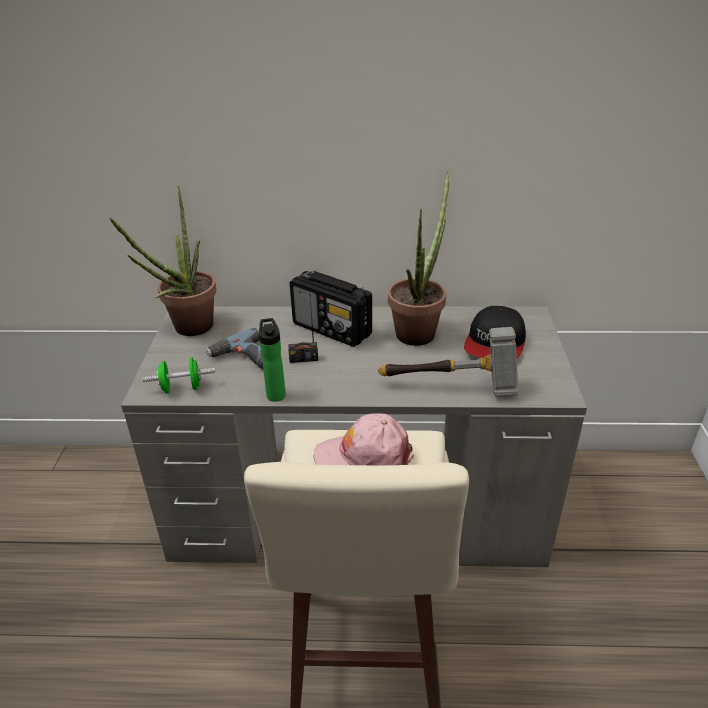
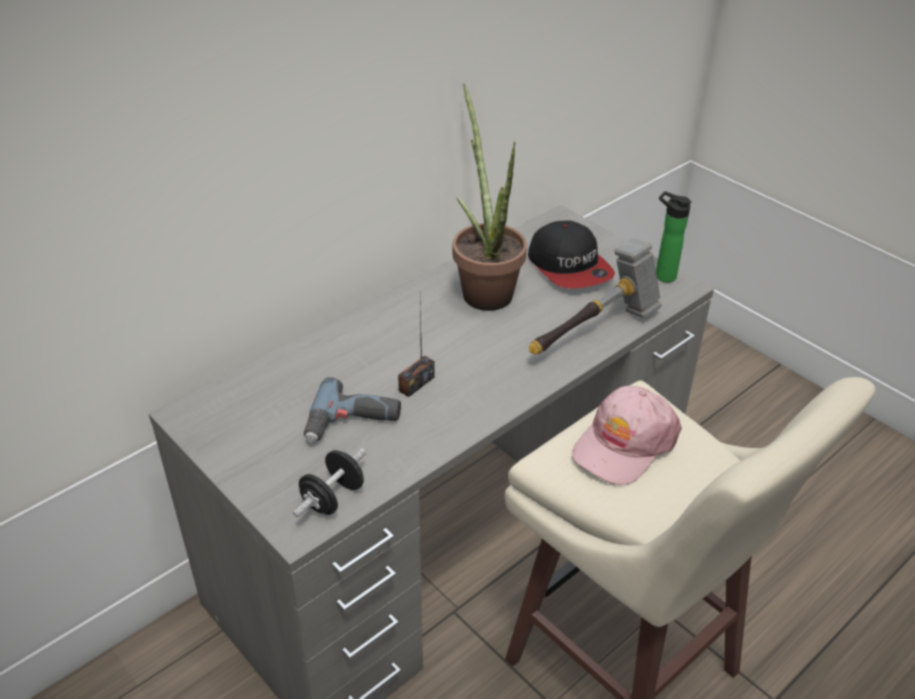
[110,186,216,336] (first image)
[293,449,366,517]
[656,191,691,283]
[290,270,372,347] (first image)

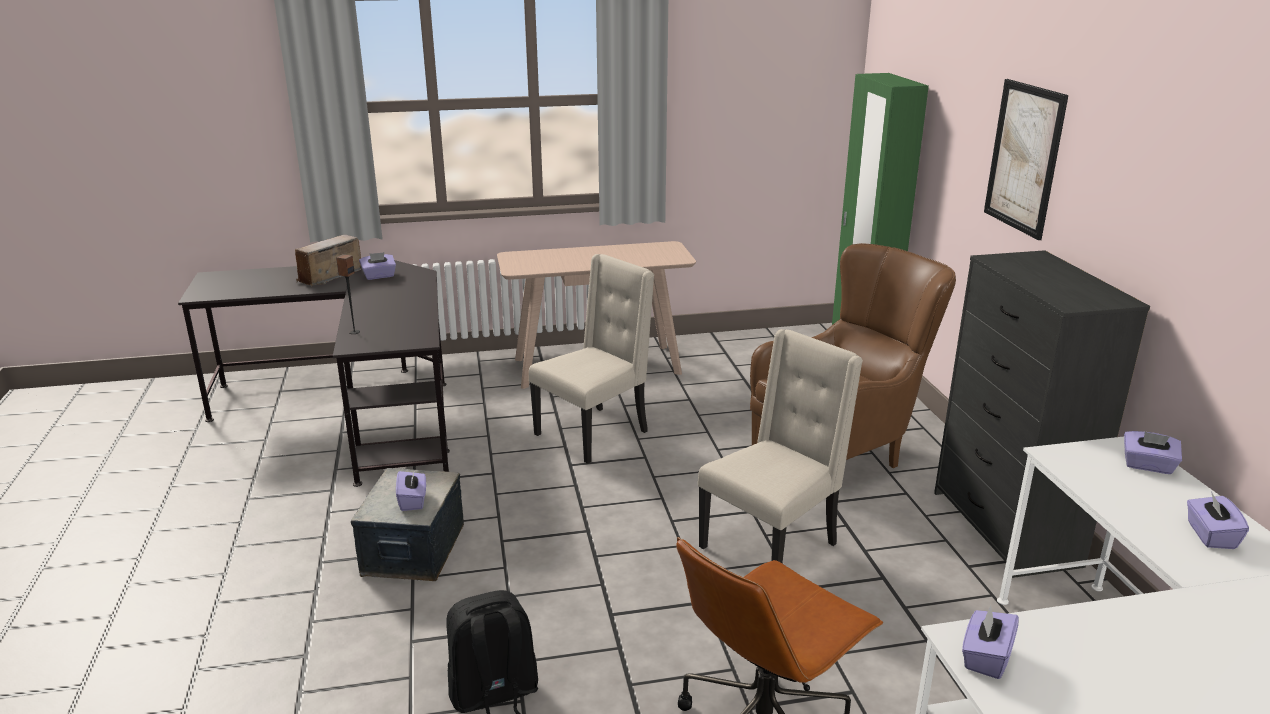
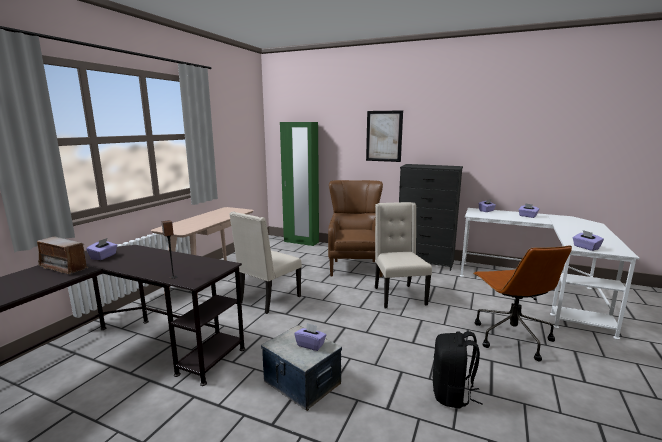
[37,236,88,275]
[229,211,302,314]

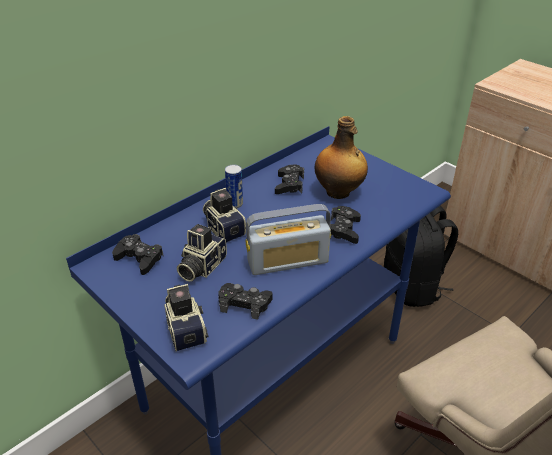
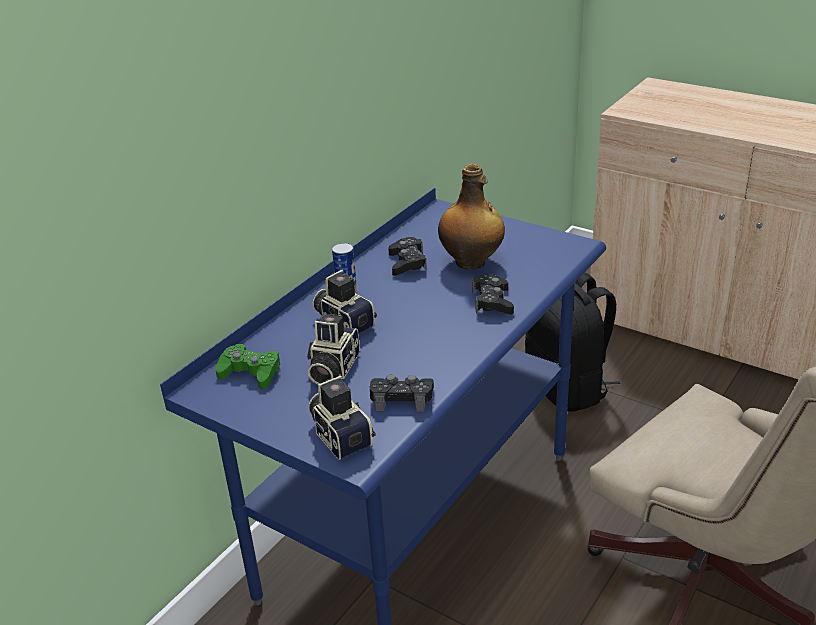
[215,344,280,389]
[246,204,331,275] (first image)

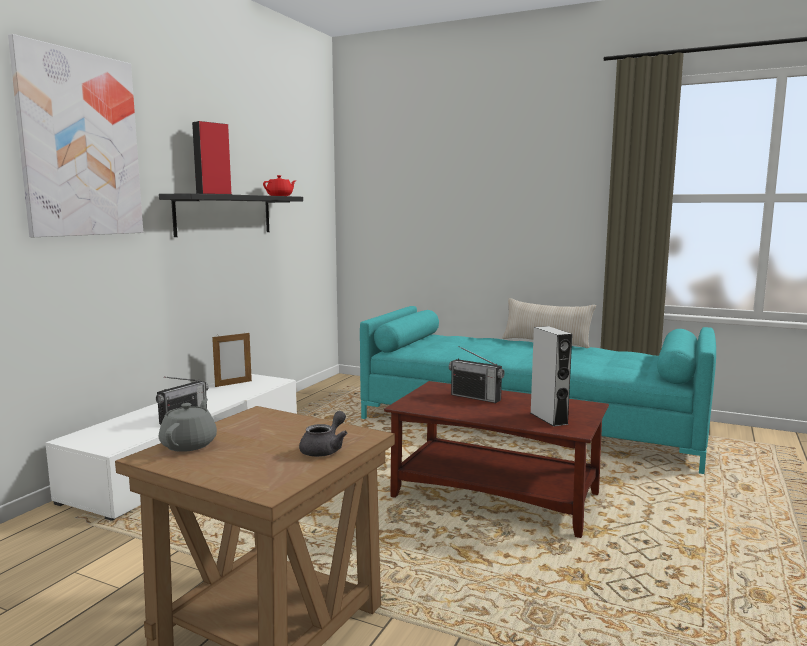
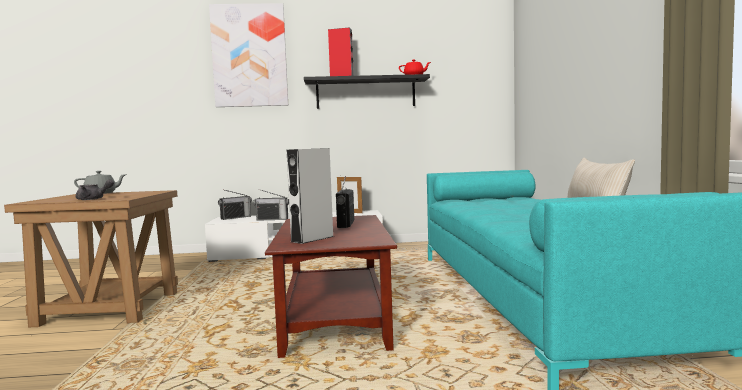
[218,190,252,220]

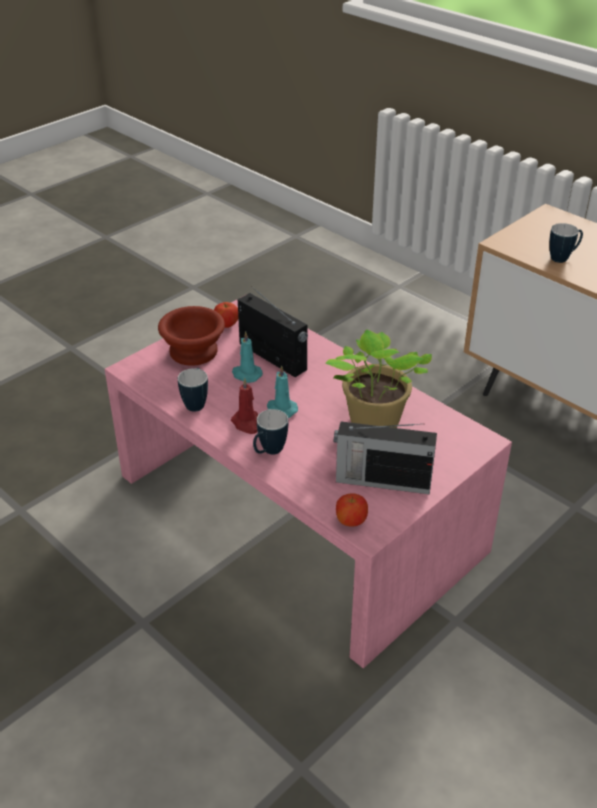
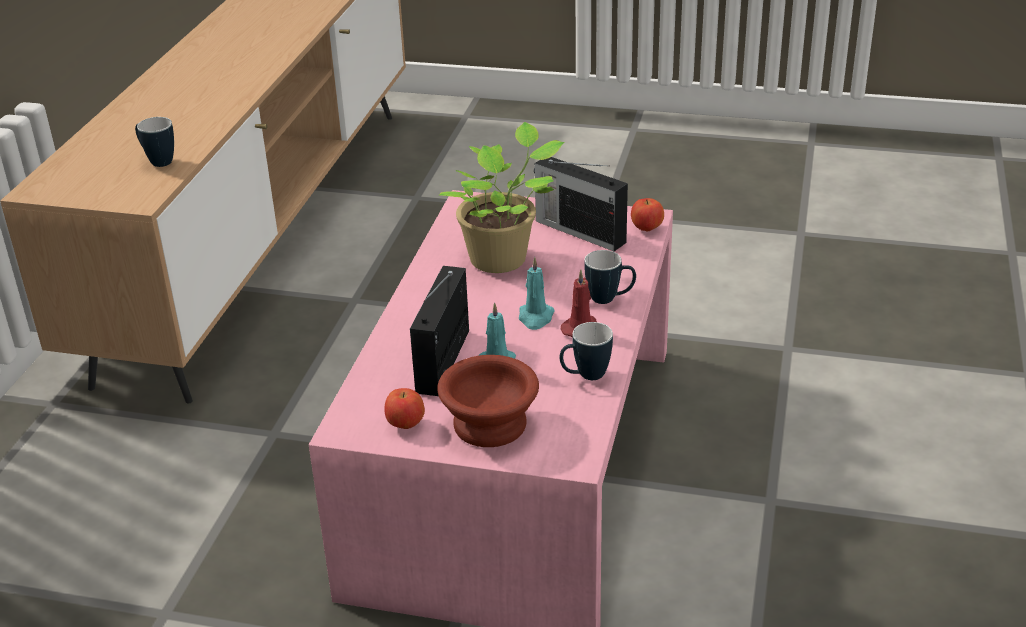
[534,157,628,251]

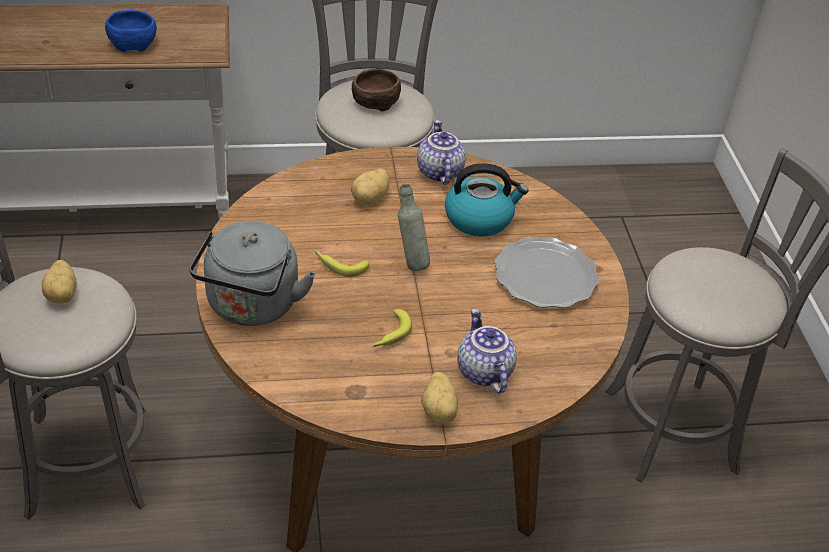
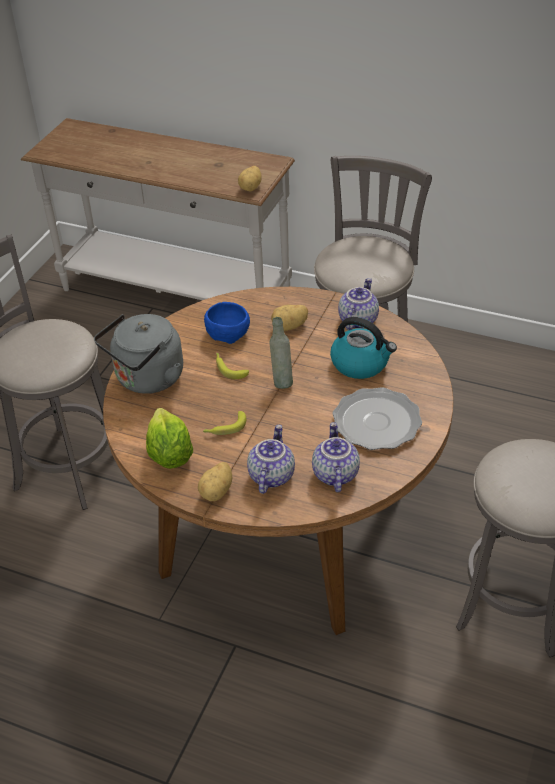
[238,166,262,192]
[204,302,250,344]
[352,68,401,111] (first image)
[146,408,193,469]
[312,422,360,492]

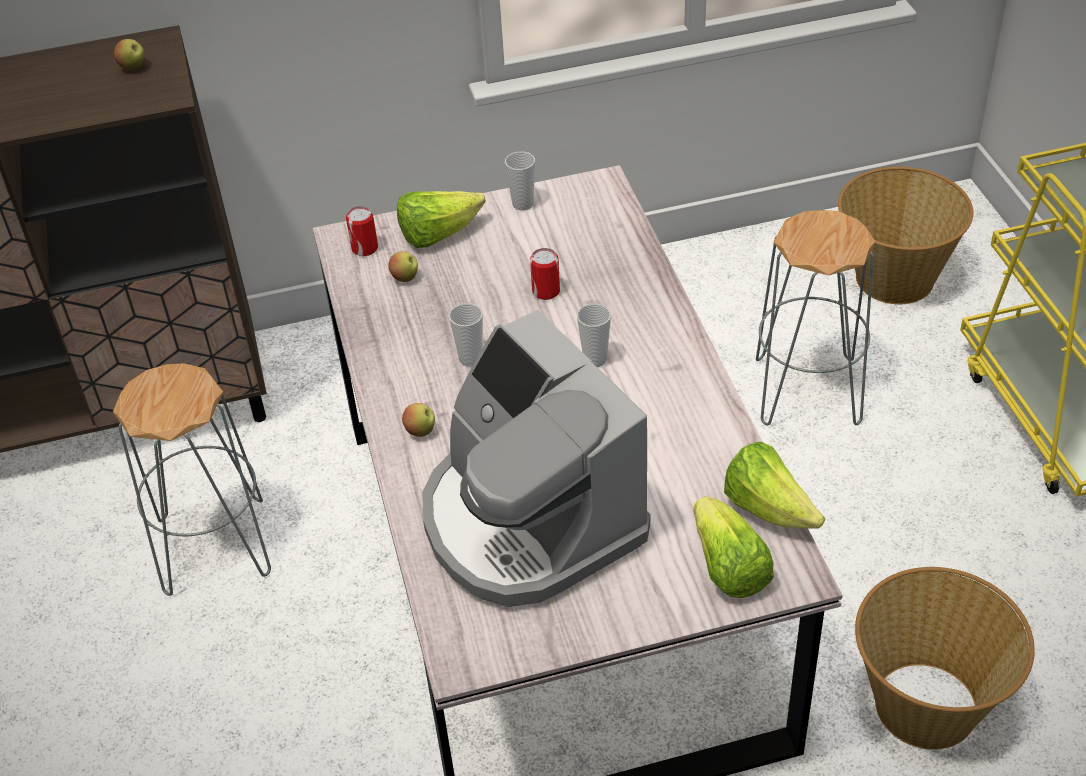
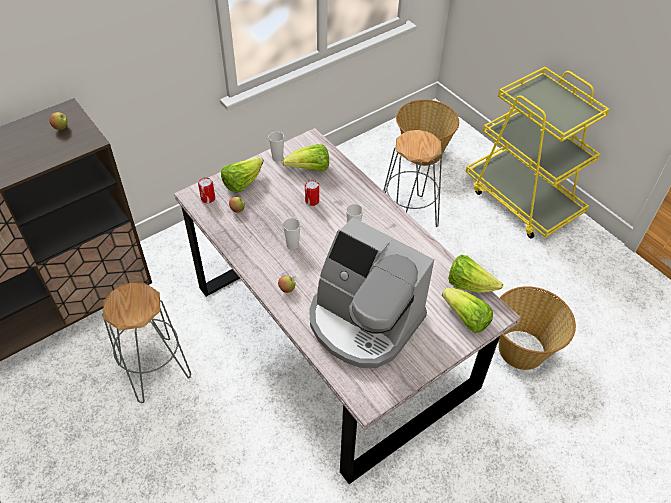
[282,144,329,172]

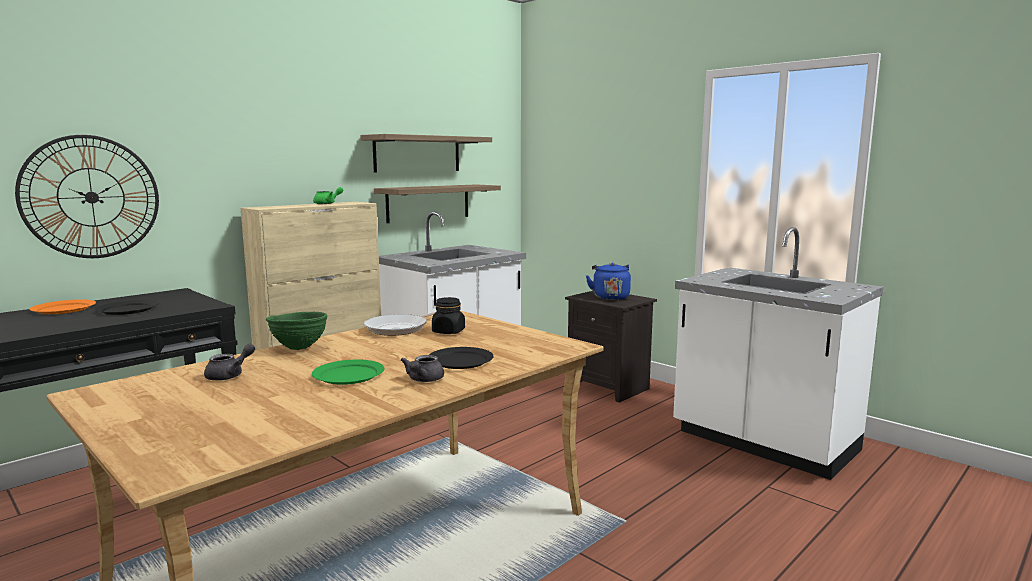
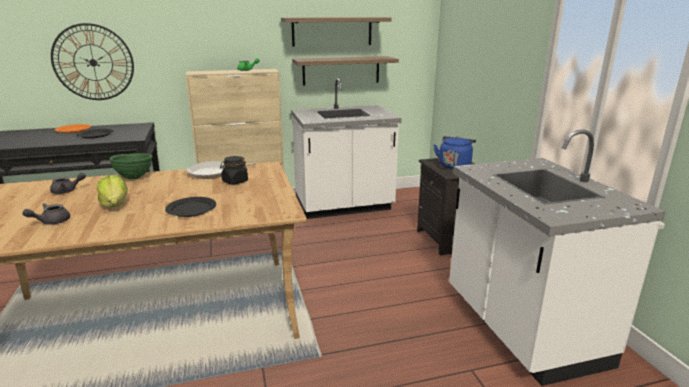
[97,175,128,208]
[22,203,70,225]

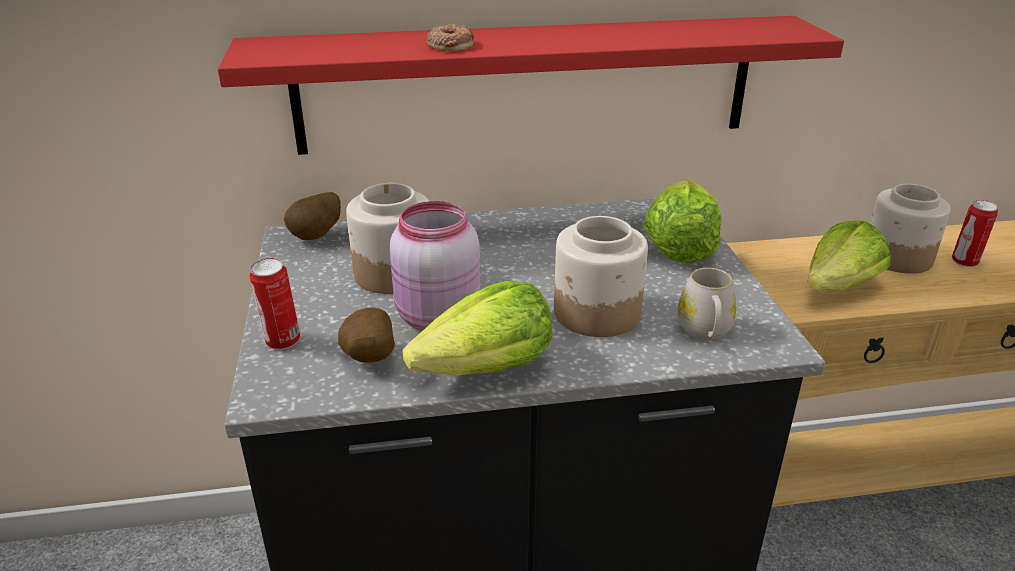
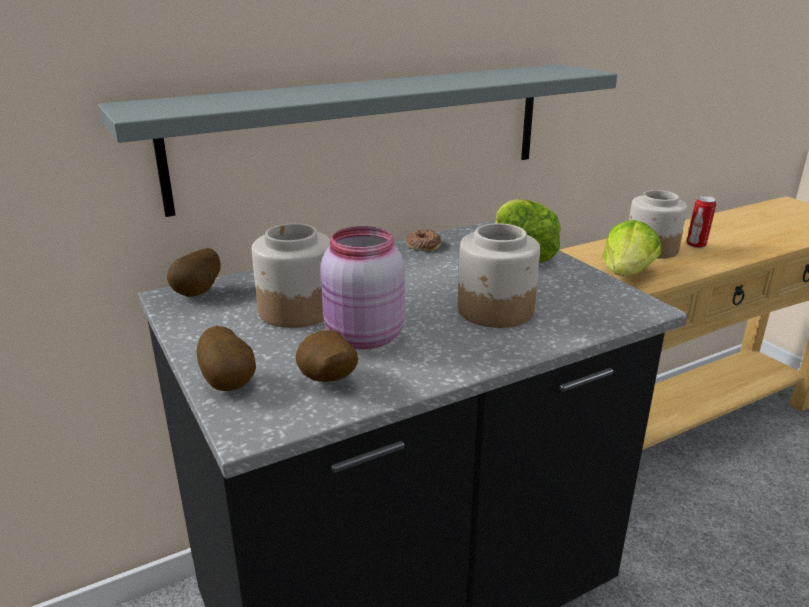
[98,64,617,217]
[196,326,256,391]
[403,281,552,376] (first image)
[406,229,441,251]
[677,268,736,340] (first image)

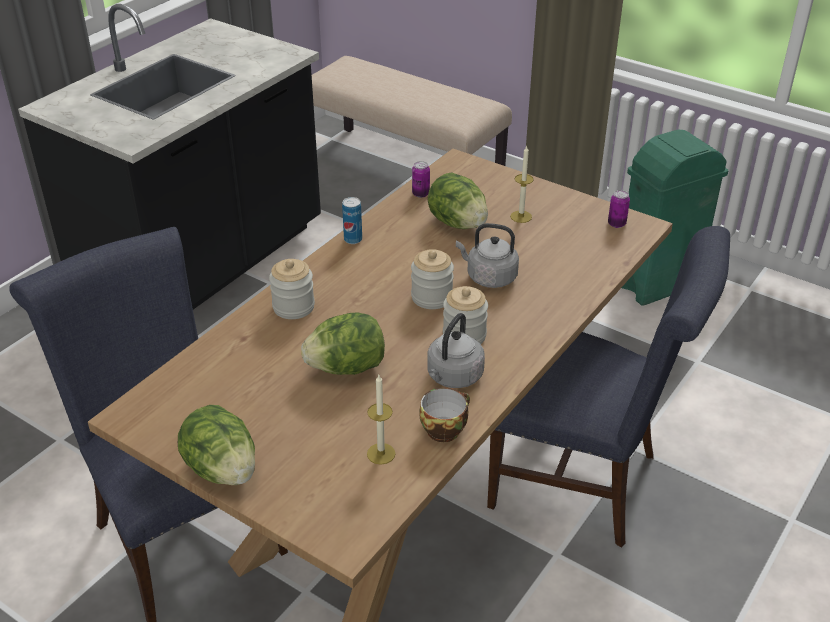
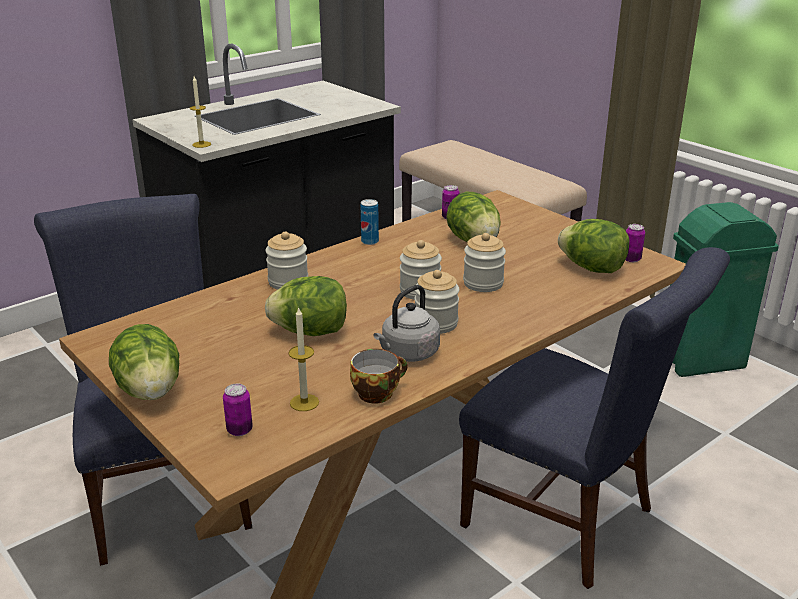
[463,233,506,292]
[190,76,211,148]
[223,384,253,436]
[558,219,629,273]

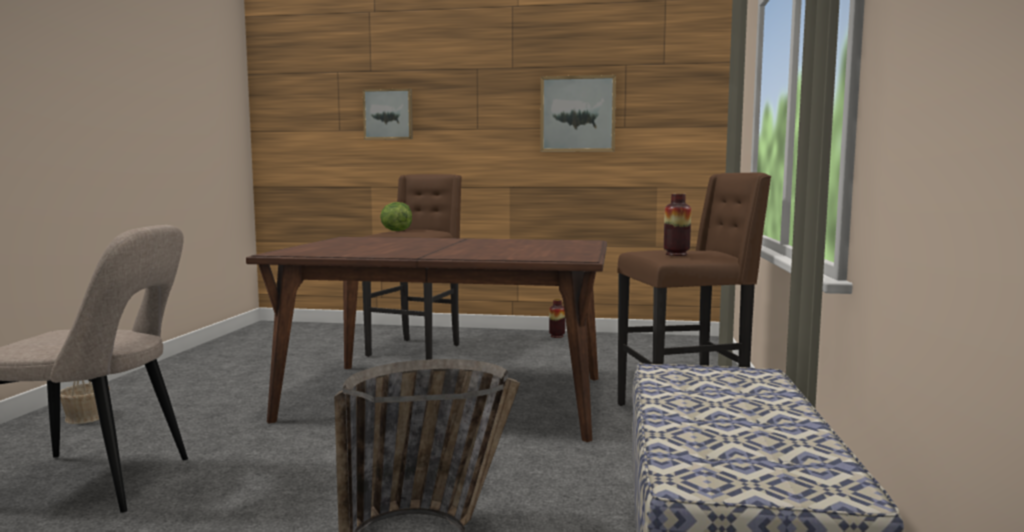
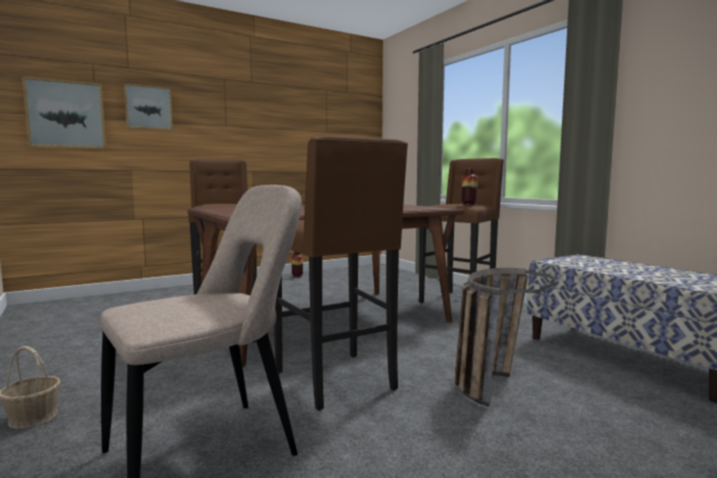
[380,202,412,231] (first image)
[22,76,106,149]
[274,136,408,411]

